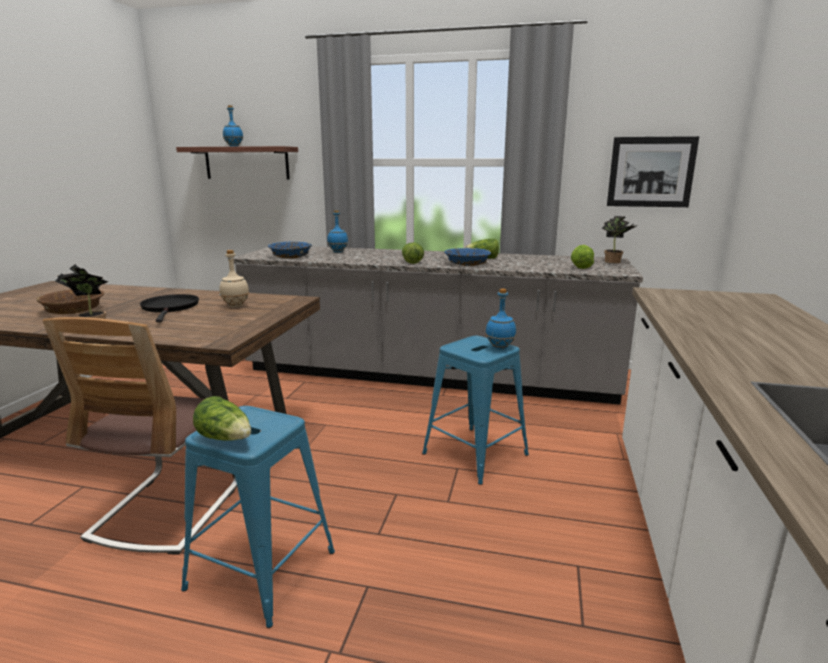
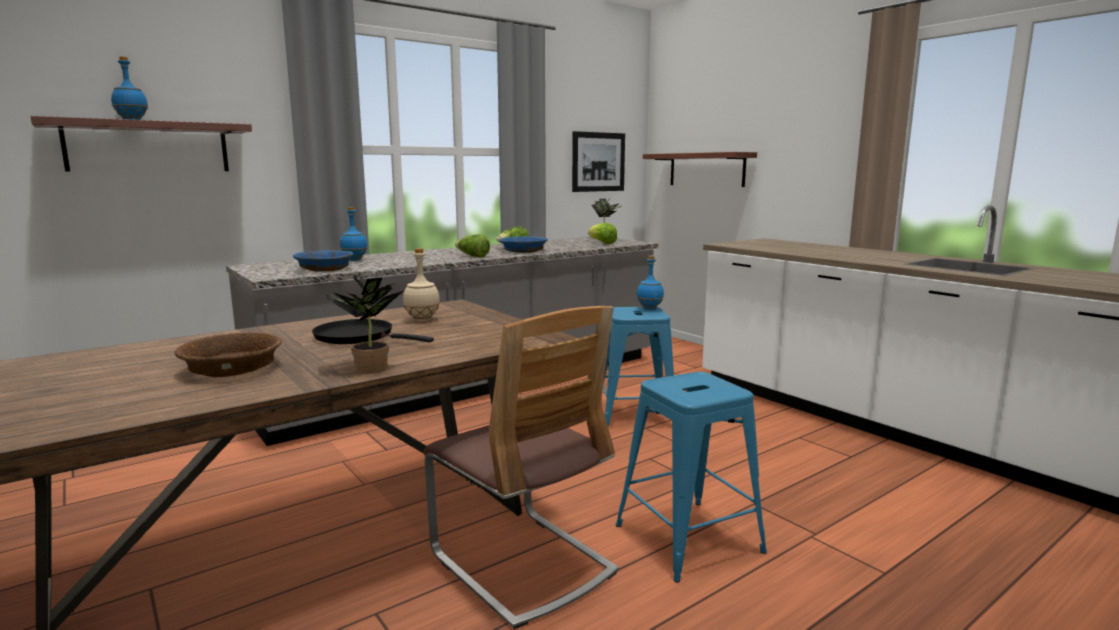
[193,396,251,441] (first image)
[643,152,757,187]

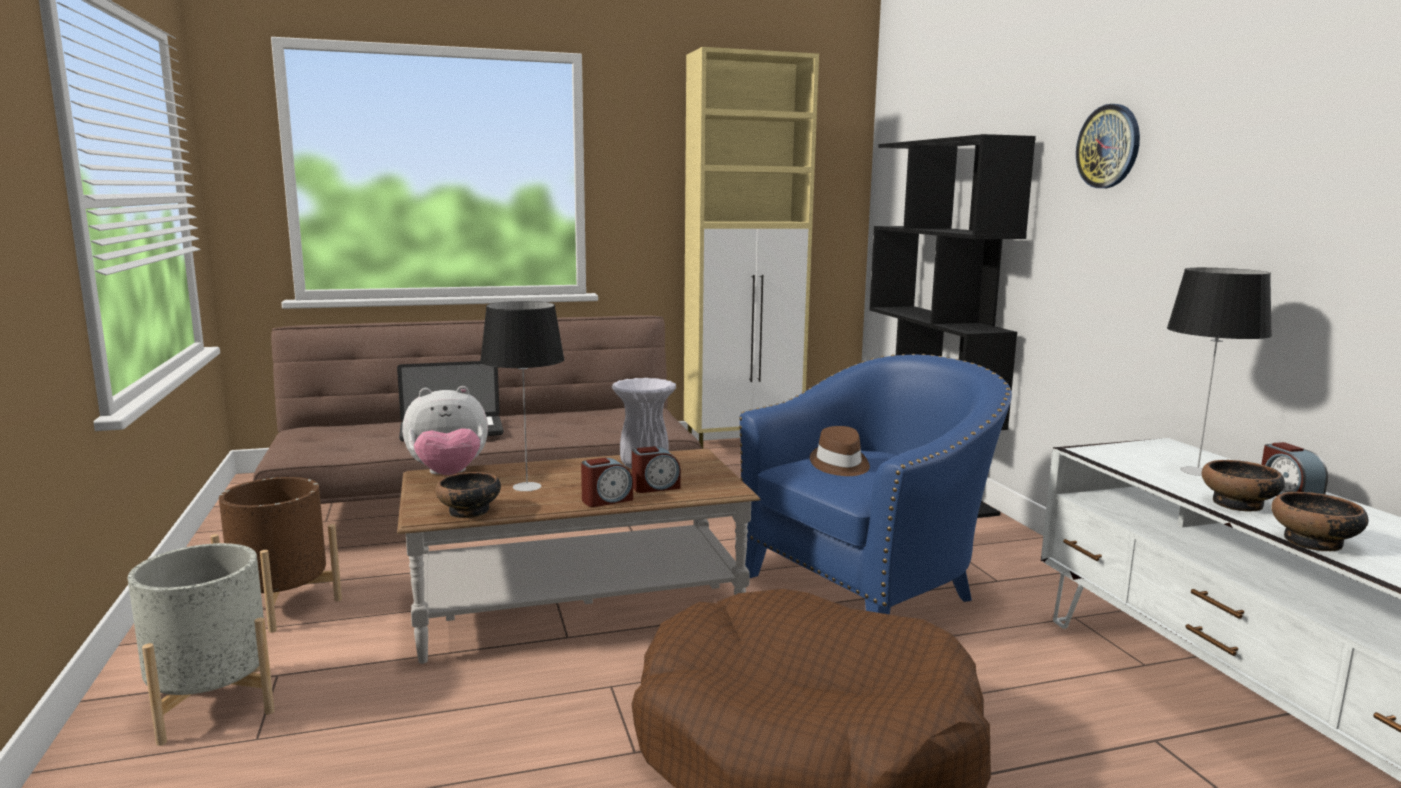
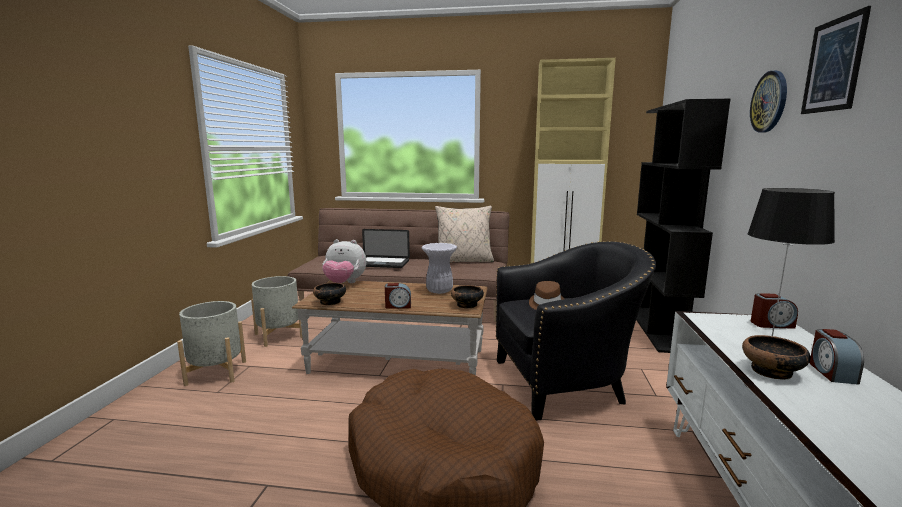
[251,276,302,347]
[480,301,565,491] (first image)
[751,293,798,329]
[496,241,656,421]
[451,285,484,308]
[435,206,494,263]
[801,6,871,114]

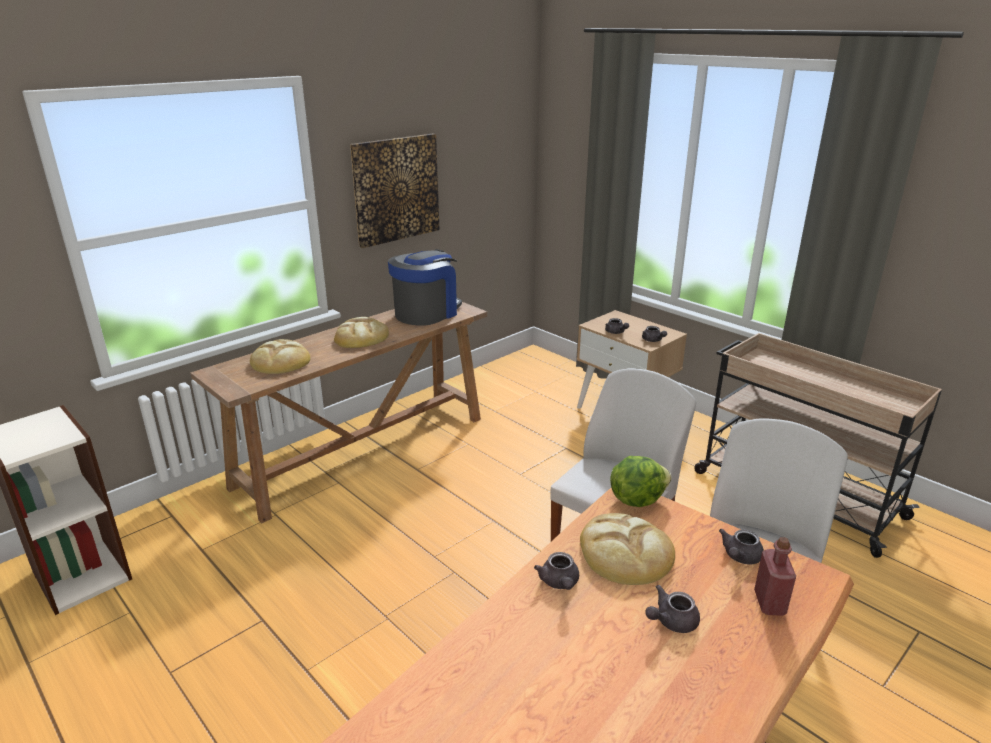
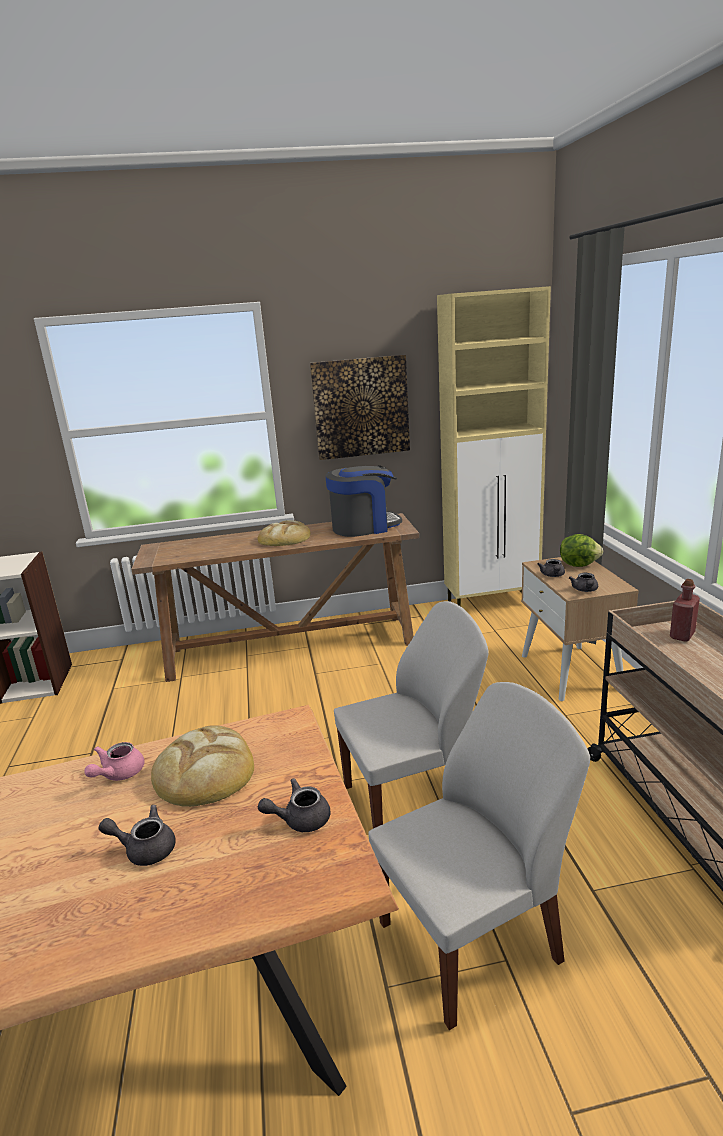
[250,339,311,374] (first image)
[84,742,144,781]
[560,534,603,567]
[670,579,700,642]
[437,286,551,606]

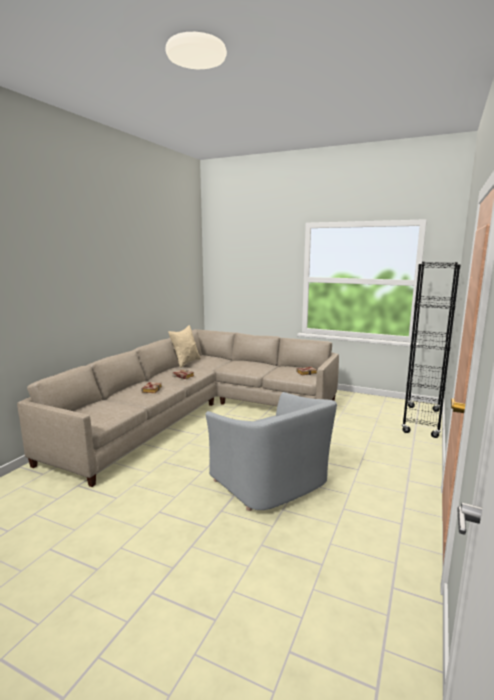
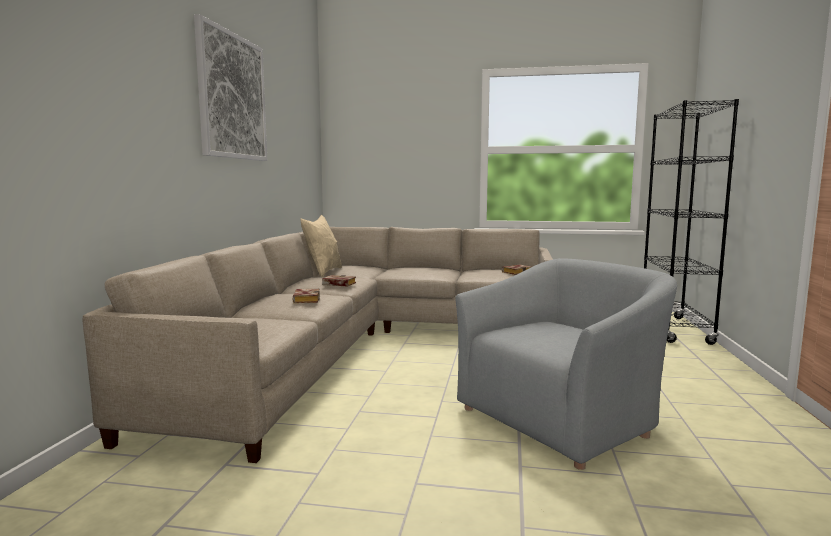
[455,258,677,470]
[194,14,267,161]

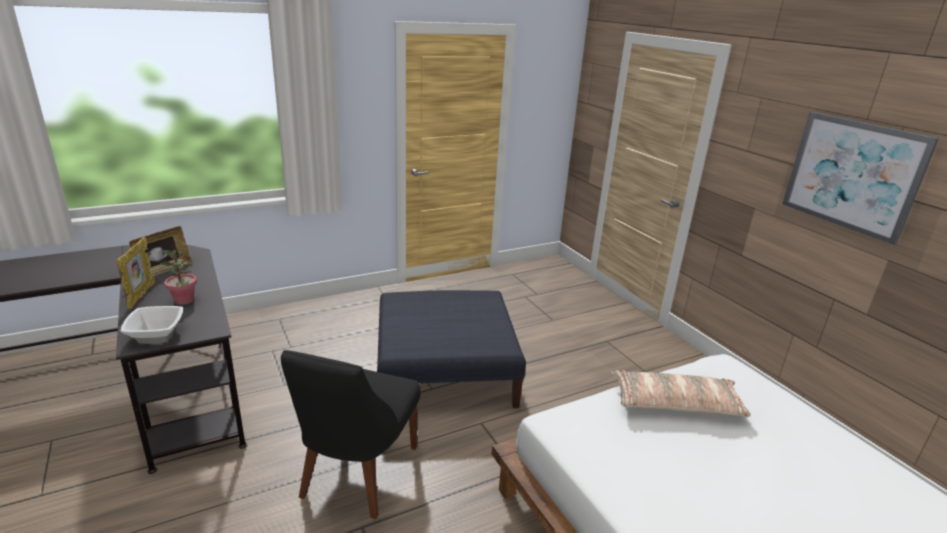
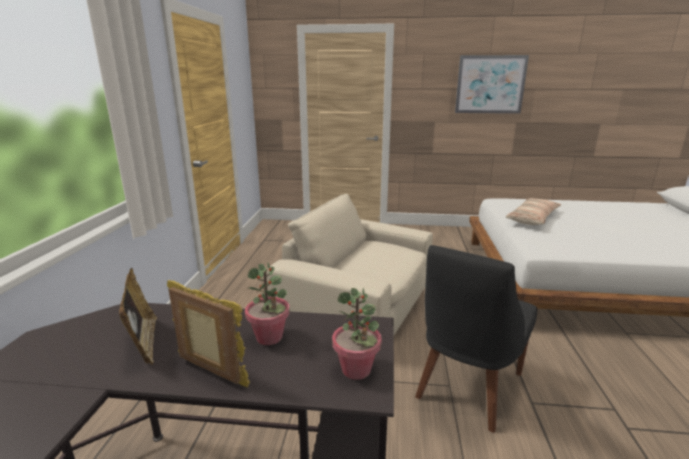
[332,287,382,380]
[415,245,537,433]
[266,194,433,335]

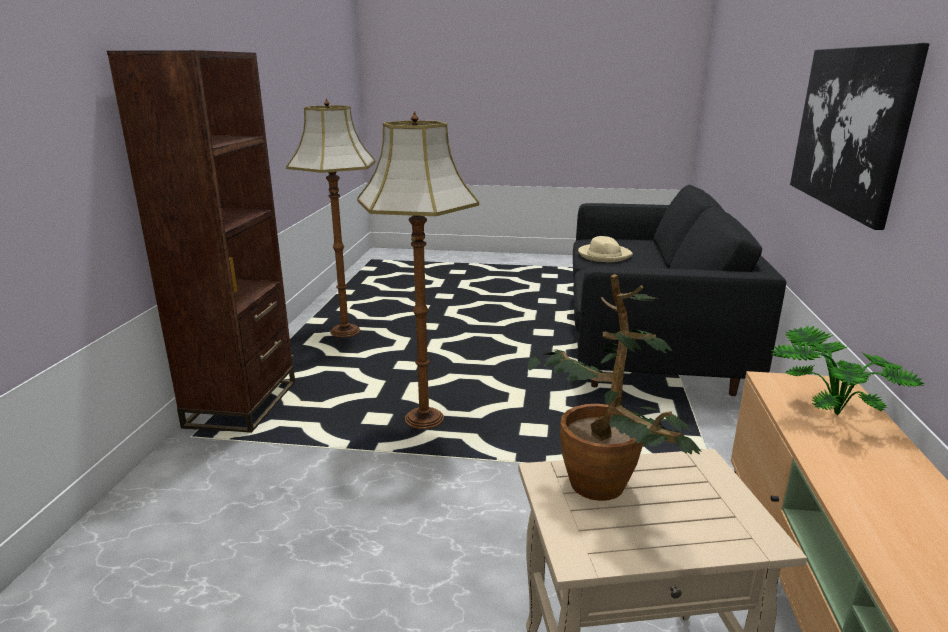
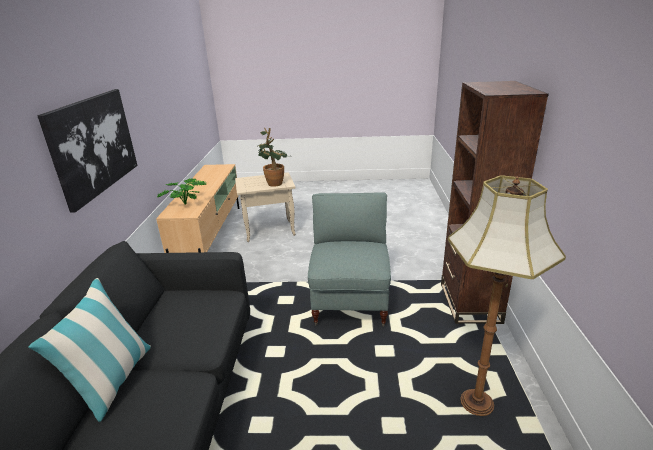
[308,192,391,327]
[578,236,633,262] (first image)
[28,278,151,422]

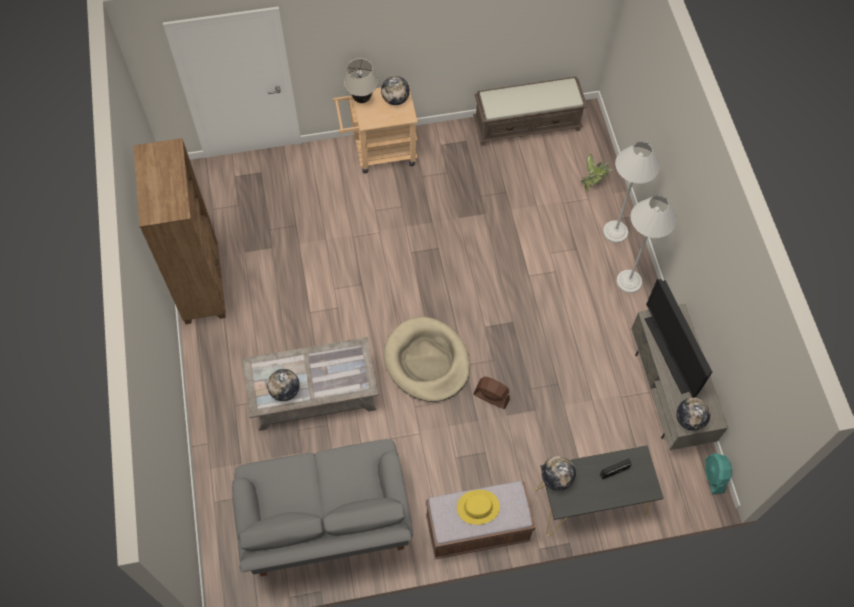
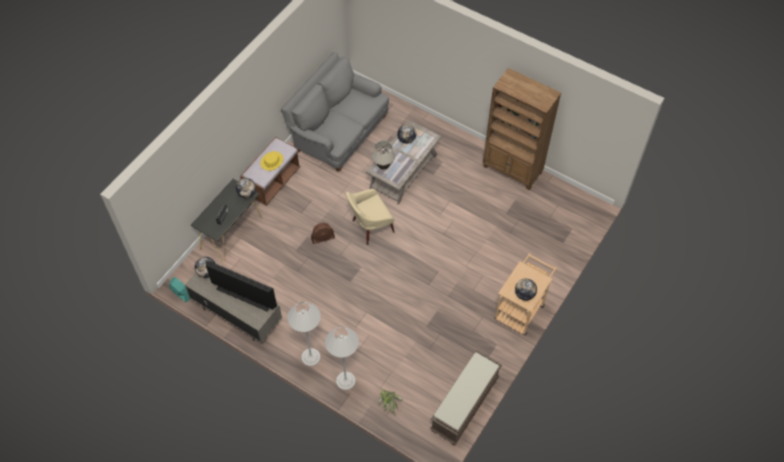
[372,140,395,169]
[346,189,395,245]

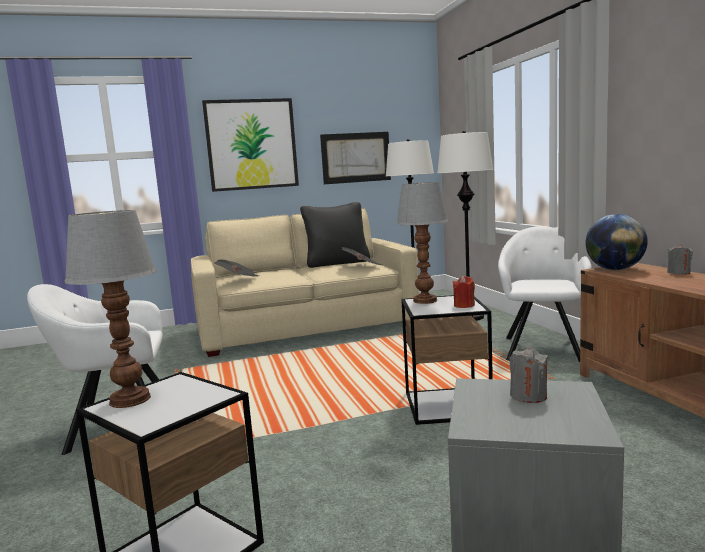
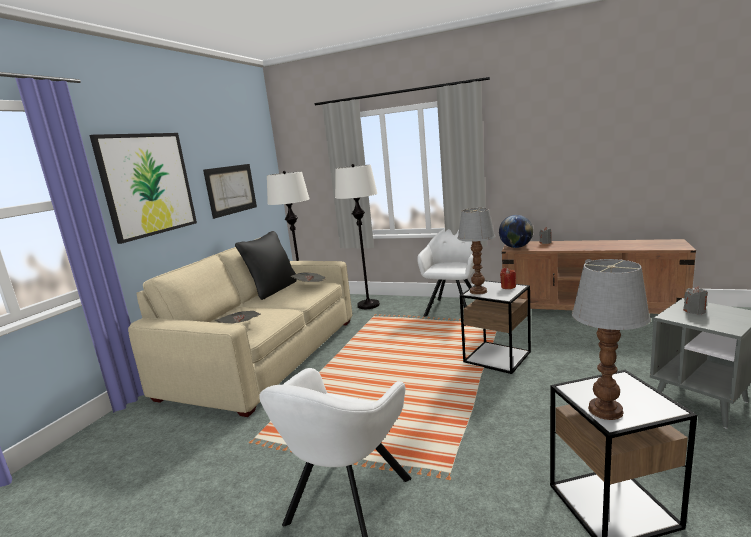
[417,229,475,317]

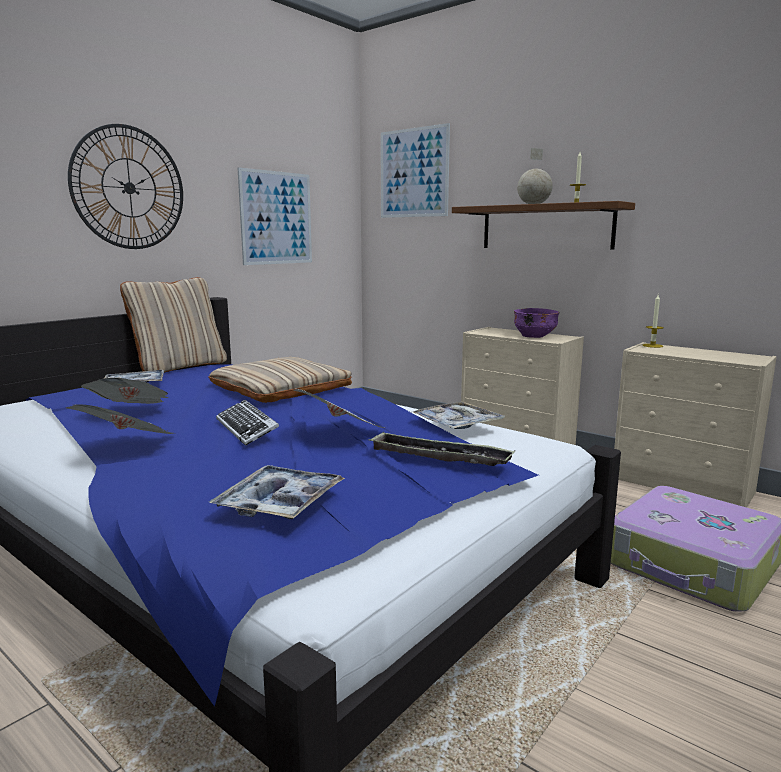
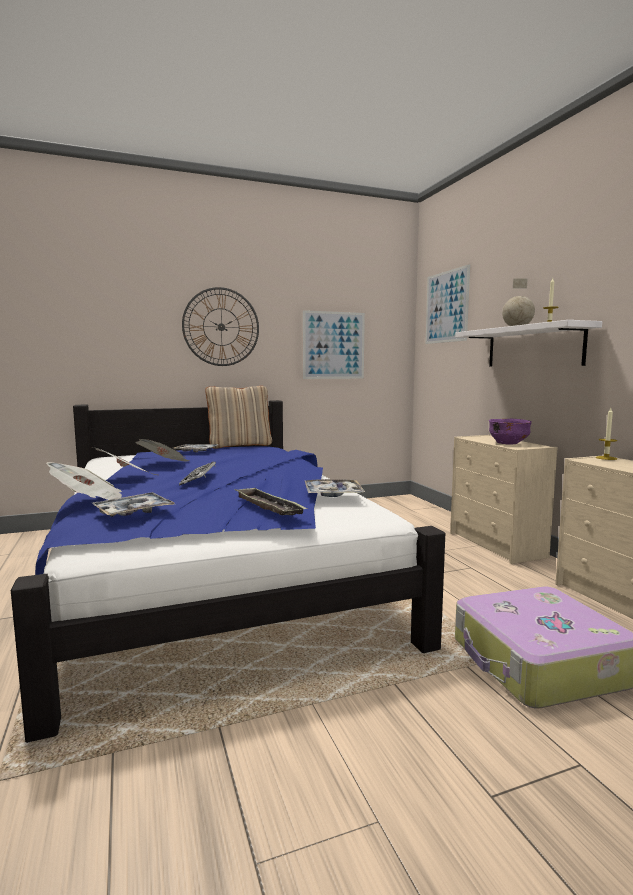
[208,357,352,403] (first image)
[46,462,122,500]
[455,320,602,367]

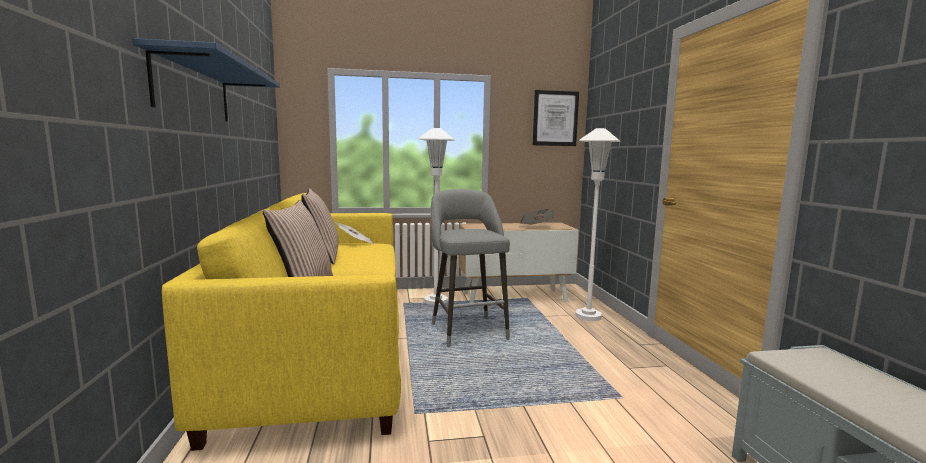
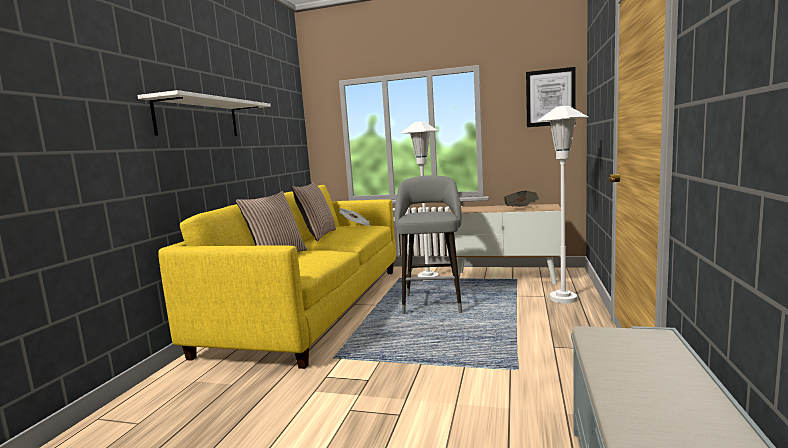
[137,90,271,136]

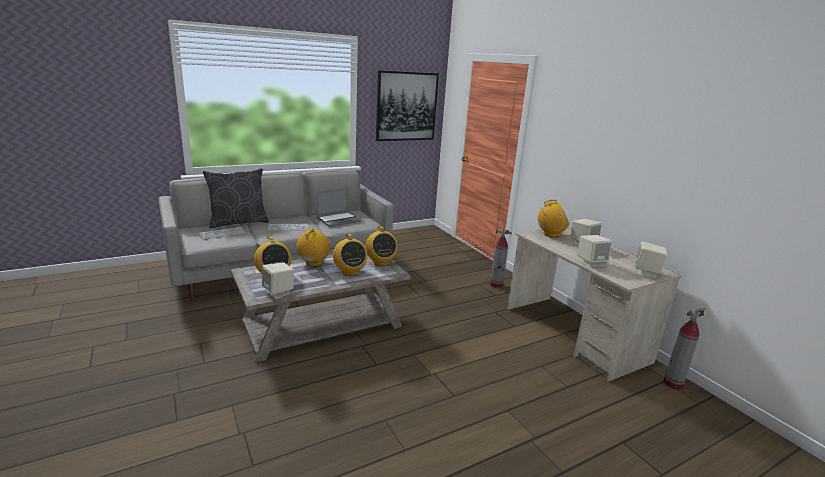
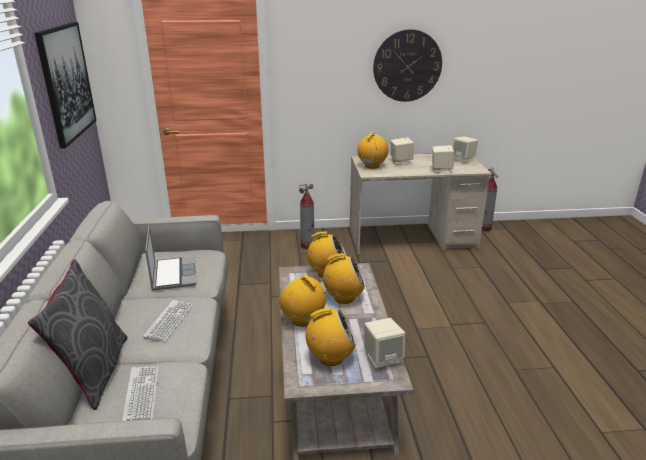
[373,29,442,102]

